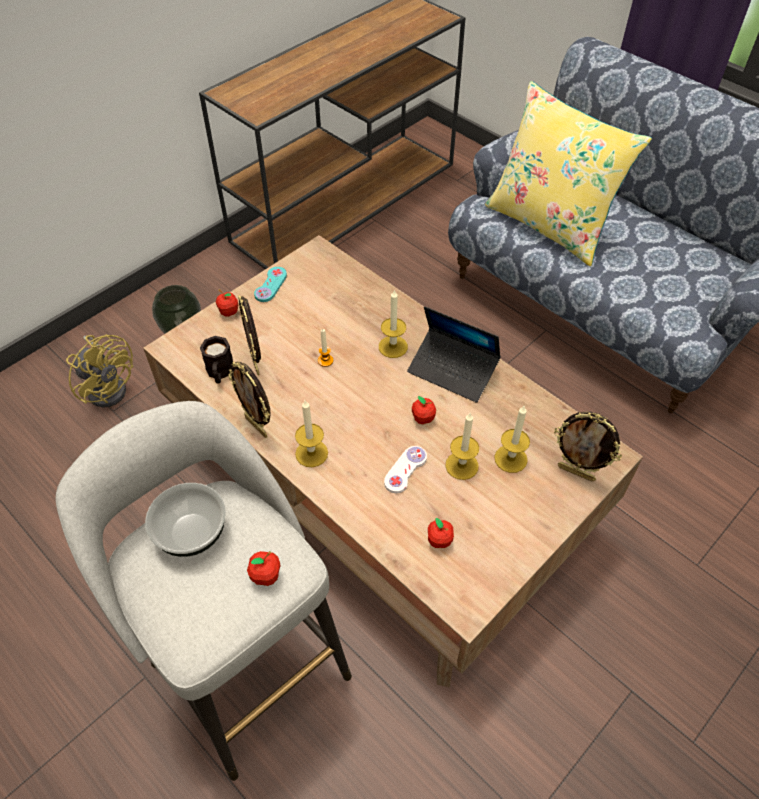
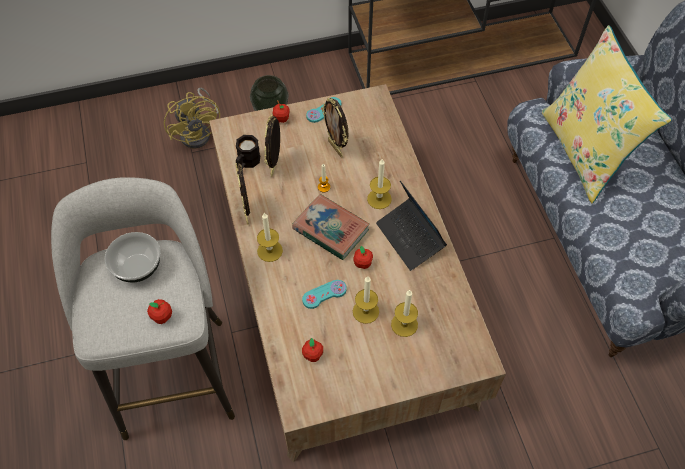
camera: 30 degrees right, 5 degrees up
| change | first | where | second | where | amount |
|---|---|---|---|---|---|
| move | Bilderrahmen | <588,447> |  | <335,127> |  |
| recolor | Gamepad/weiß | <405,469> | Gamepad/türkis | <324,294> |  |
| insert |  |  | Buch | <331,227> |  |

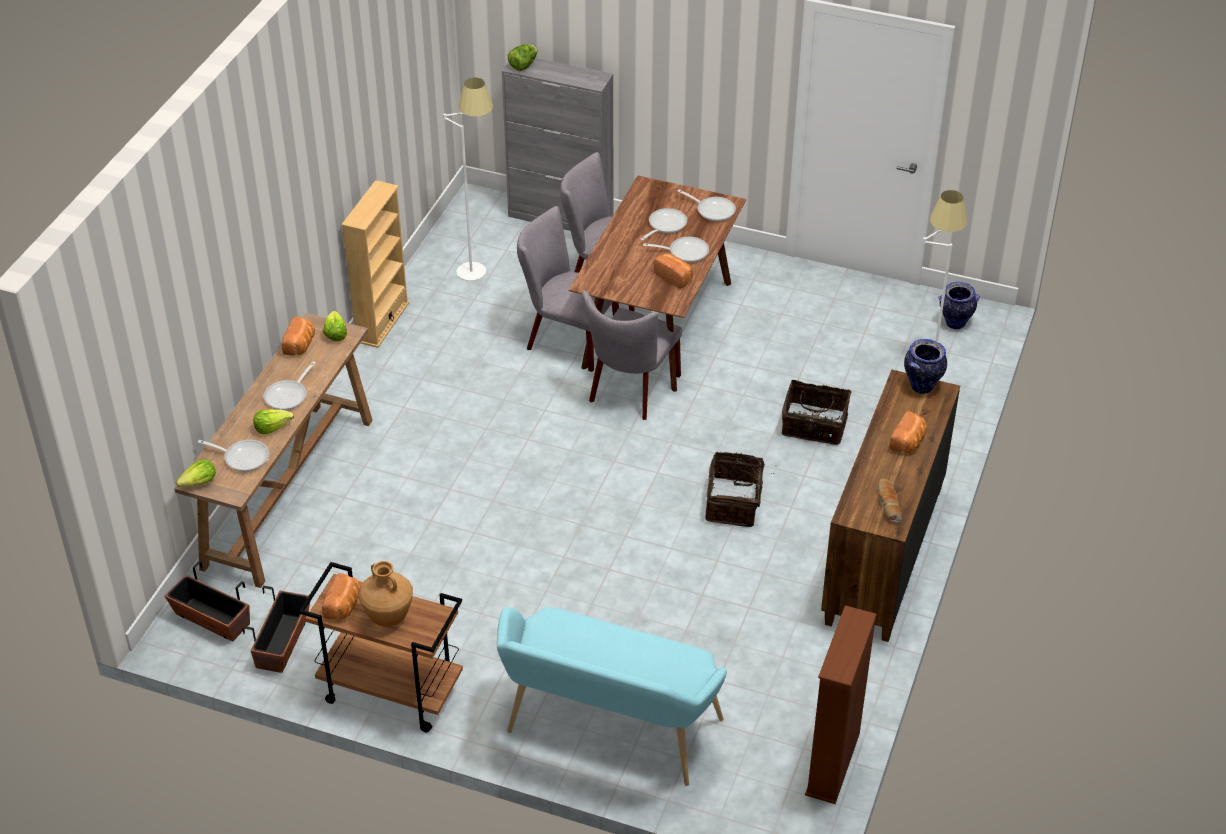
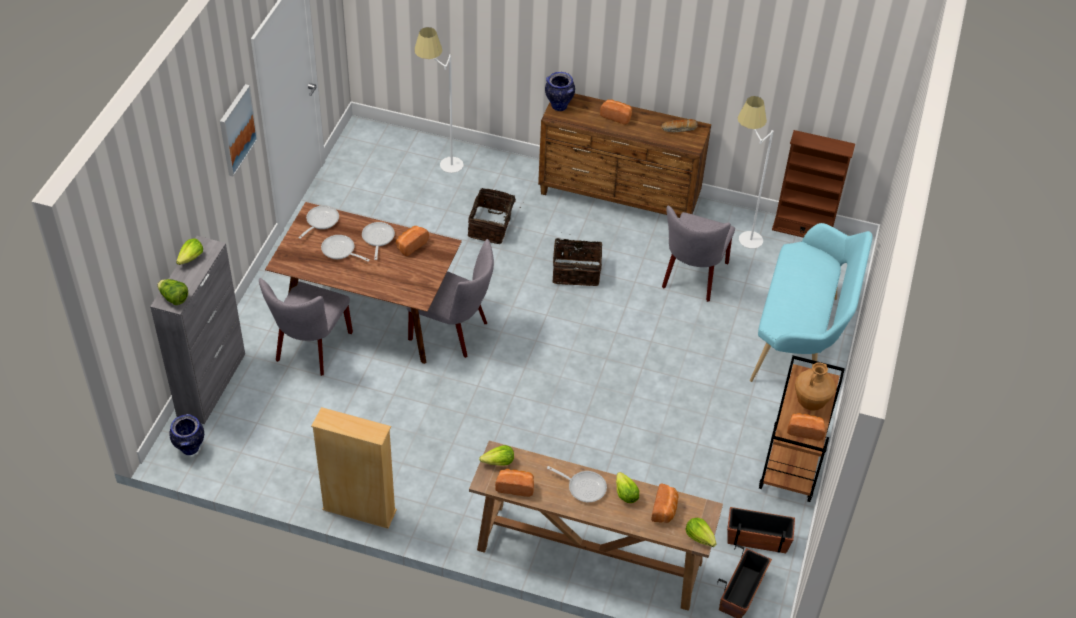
camera: 95 degrees left, 5 degrees up
| change | first | where | second | where | amount |
|---|---|---|---|---|---|
| move | Stehlampe/weiß | <468,179> |  | <755,172> |  |
| move | Stuhl/grau | <568,289> |  | <698,254> |  |
| move | Vase | <959,305> |  | <186,434> |  |
| replace | Pfanne | <233,456> | Brot | <665,503> |  |
| insert |  |  | Bild | <239,130> |  |
| insert |  |  | Salatkopf | <189,251> |  |

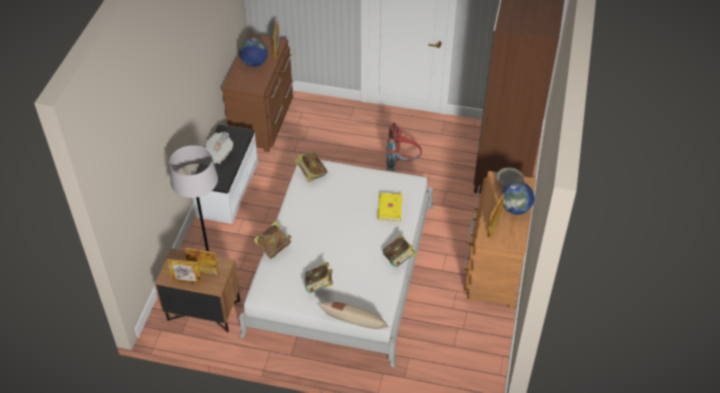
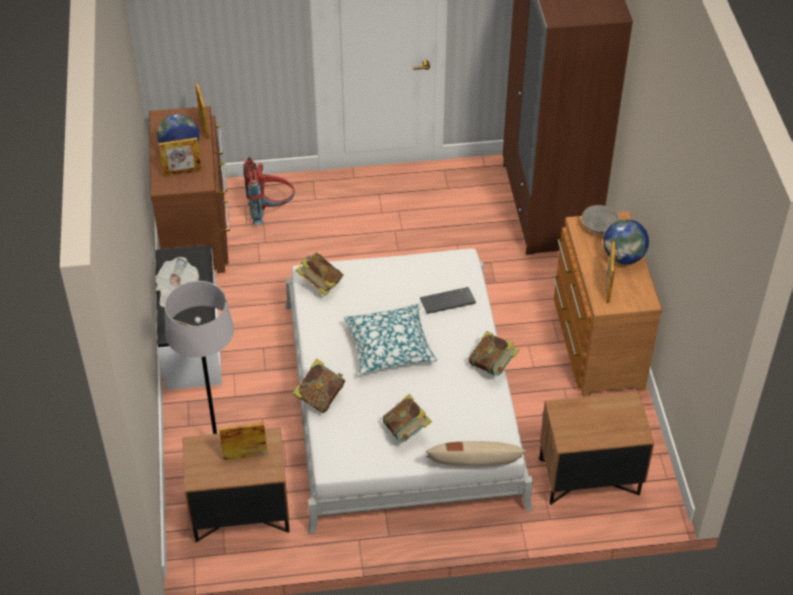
camera: 20 degrees left, 0 degrees up
| change | first | where | second | where | amount |
|---|---|---|---|---|---|
| move | Rucksack/rot | <404,146> |  | <269,191> |  |
| replace | Buch/gelb | <390,207> | Tastatur | <448,300> |  |
| move | Bilderrahmen | <184,272> |  | <180,157> |  |
| insert |  |  | Kissen | <390,339> |  |
| insert |  |  | Nachttisch/braun | <596,448> |  |

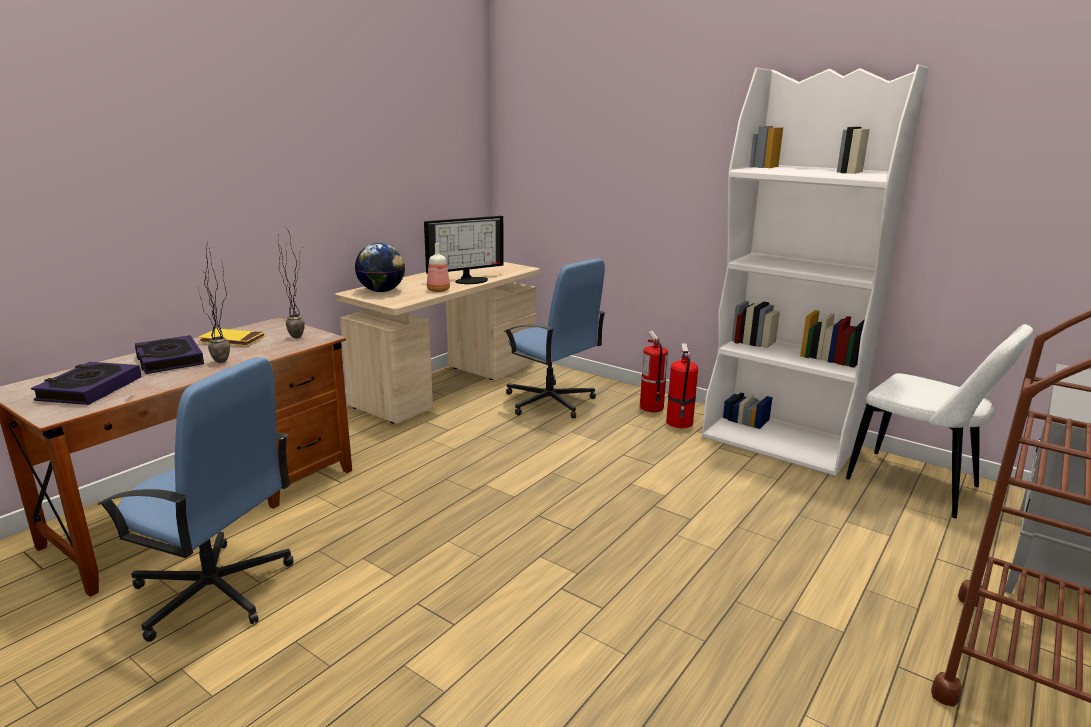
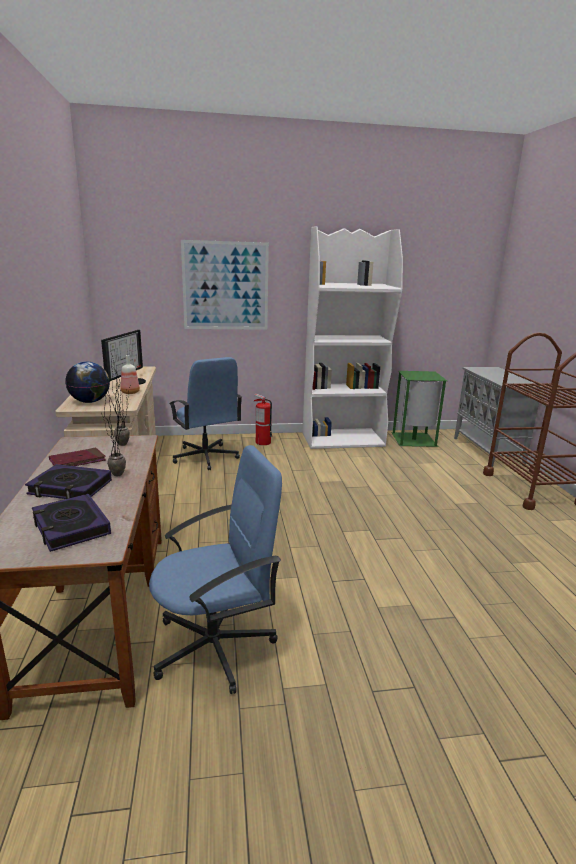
camera: 45 degrees left, 0 degrees up
| change | first | where | second | where | amount |
|---|---|---|---|---|---|
| rotate | Bürostuhl/blau | <555,338> |  | <205,413> | 60 degrees clockwise |
| replace | Stuhl/weiß | <939,421> | Mülleimer/grün | <419,409> |  |
| recolor | Buch/gelb | <231,337> | Buch/rot | <77,457> |  |
| delete | Feuerlöscher | <682,385> |  |  |  |
| insert |  |  | Bild | <225,285> |  |

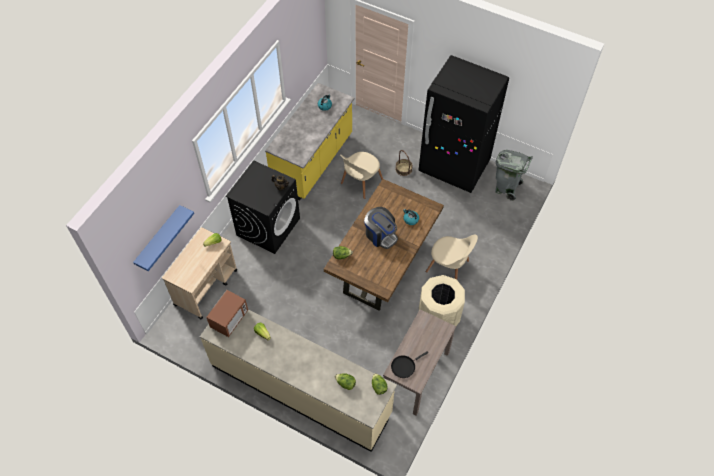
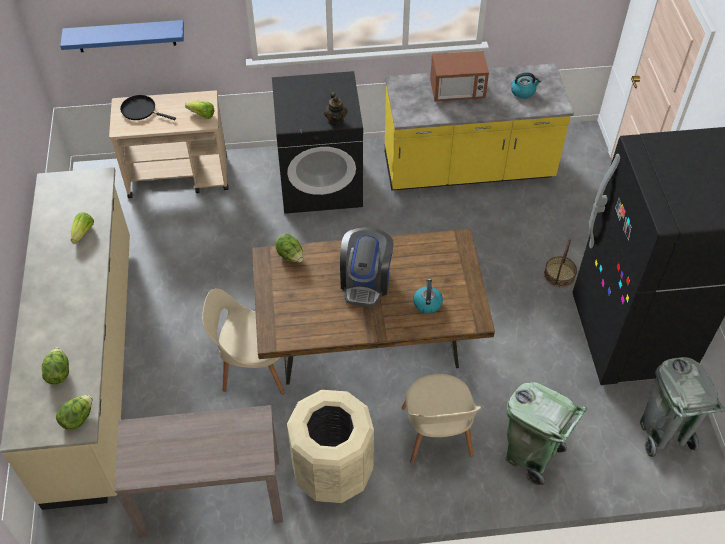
camera: 55 degrees right, 5 degrees down
| change | first | where | second | where | amount |
|---|---|---|---|---|---|
| move | Stuhl/beige | <361,175> |  | <243,341> |  |
| move | Mikrowelle | <227,313> |  | <459,76> |  |
| move | Pfanne/schwarz | <409,364> |  | <148,107> |  |
| insert |  |  | Mülleimer/grün | <546,434> |  |

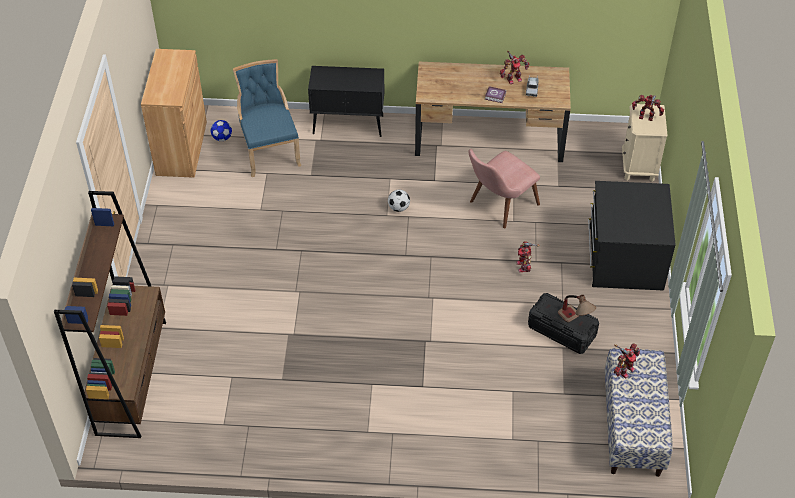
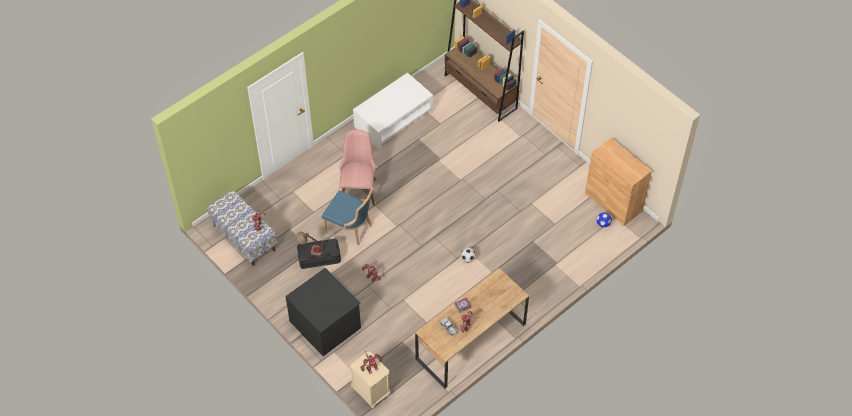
camera: 135 degrees right, 5 degrees up
| change | first | where | second | where | amount |
|---|---|---|---|---|---|
| move | Stuhl/blau | <267,118> |  | <348,216> |  |
| delete | Schrank/schwarz | <346,101> |  |  |  |
| move | Stuhl/rosa | <504,188> |  | <357,168> |  |
| insert |  |  | Couchtisch/weiß | <393,111> |  |

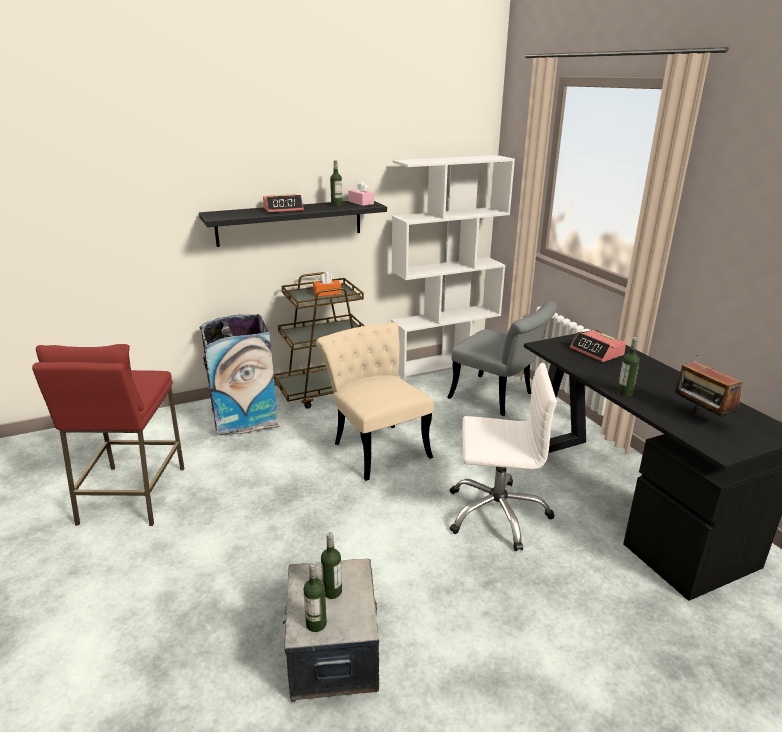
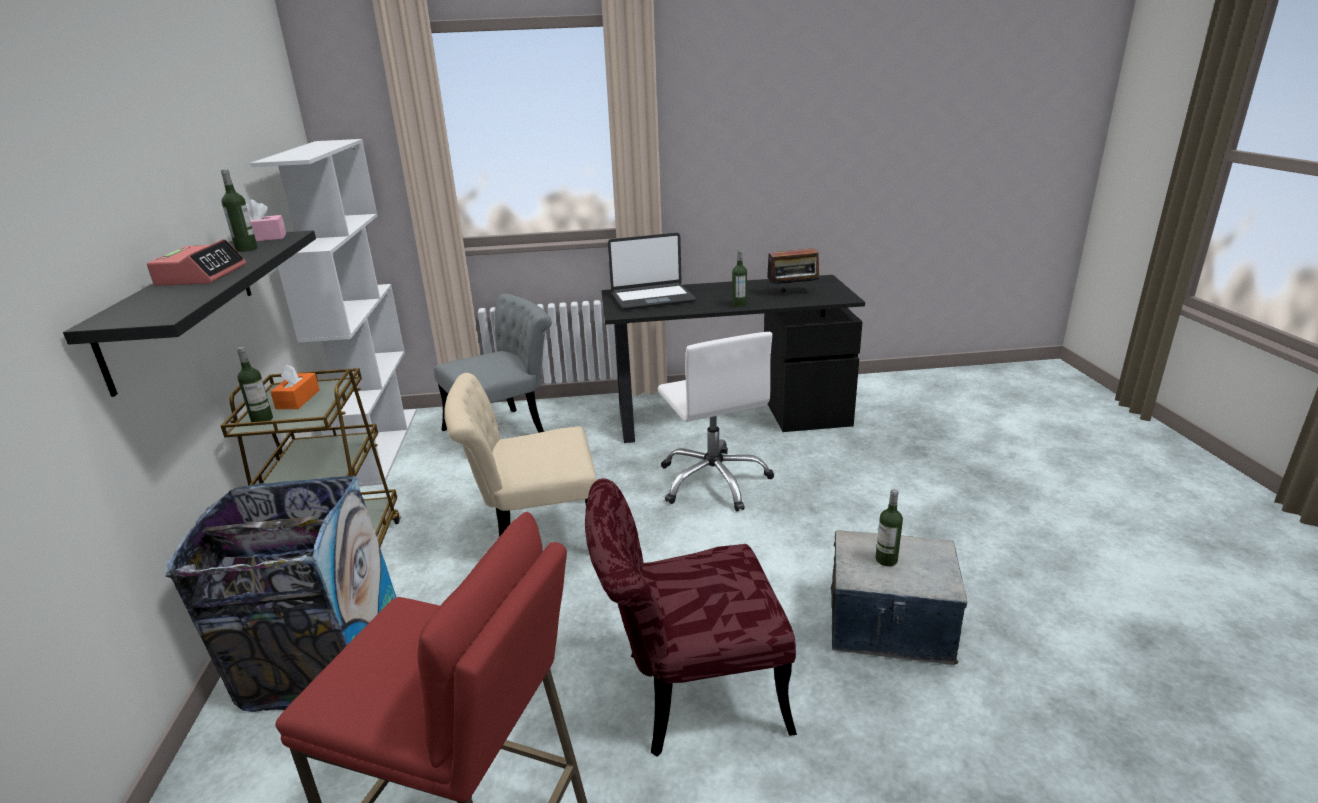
camera: 70 degrees left, 0 degrees up
| change | first | where | second | where | amount |
|---|---|---|---|---|---|
| replace | Wecker | <598,346> | Laptop | <652,271> |  |
| rotate | Bürostuhl/weiß | <503,457> |  | <716,421> | 135 degrees clockwise |
| move | Flasche | <315,597> |  | <255,384> |  |
| insert |  |  | Stuhl/rot | <691,617> |  |

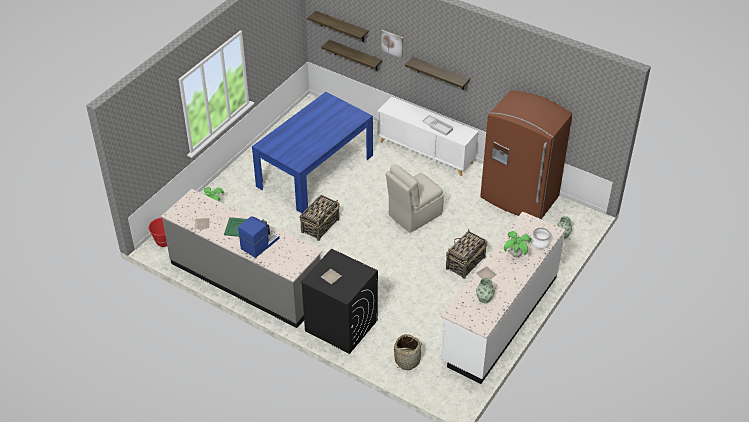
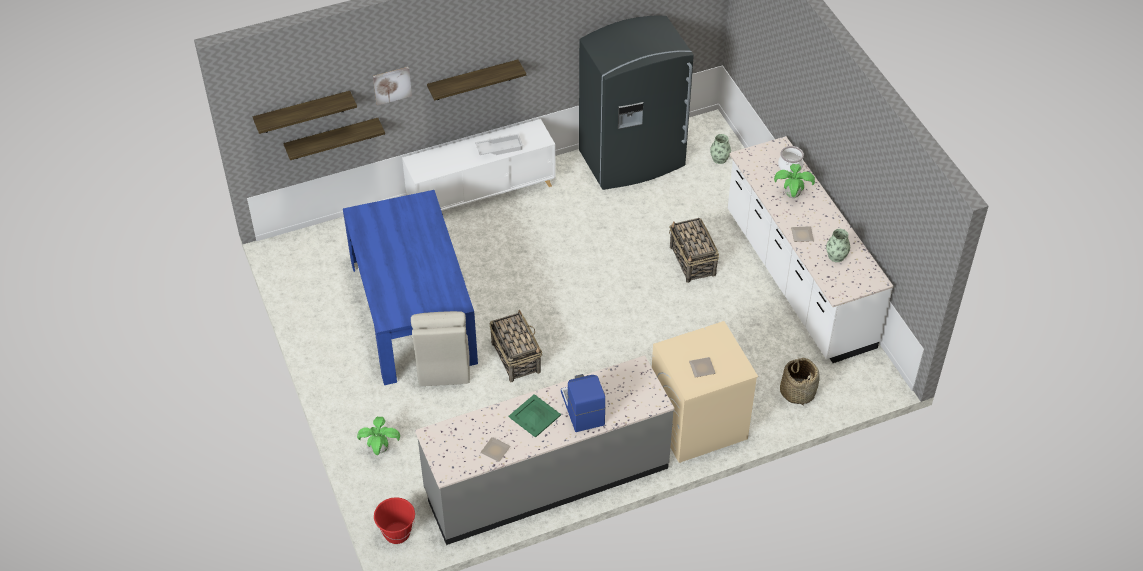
camera: 55 degrees left, 5 degrees up
| change | first | where | second | where | amount |
|---|---|---|---|---|---|
| recolor | Kühlschrank/braun | <526,154> | Kühlschrank/grau | <636,103> |  |
| move | Stuhl/beige | <415,198> |  | <440,348> |  |
| recolor | Waschmaschine/schwarz | <339,301> | Waschmaschine/beige | <705,392> |  |

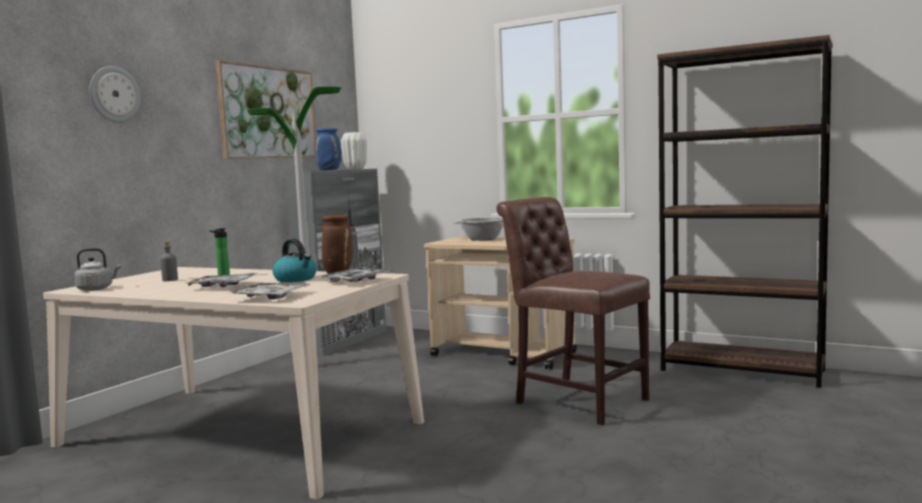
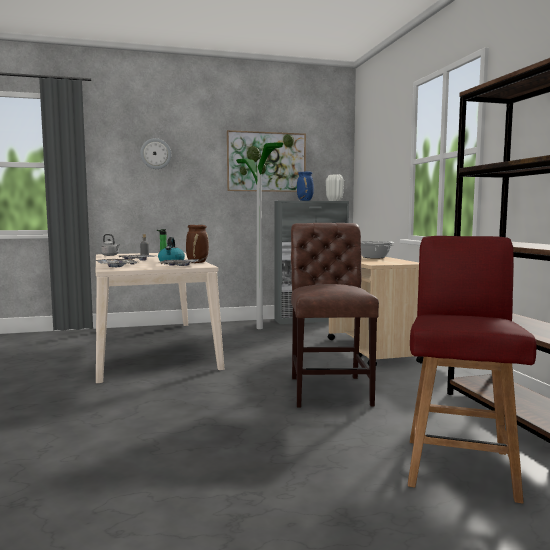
camera: 45 degrees right, 0 degrees up
| change | first | where | second | where | amount |
|---|---|---|---|---|---|
| insert |  |  | Stuhl/rot | <472,369> |  |

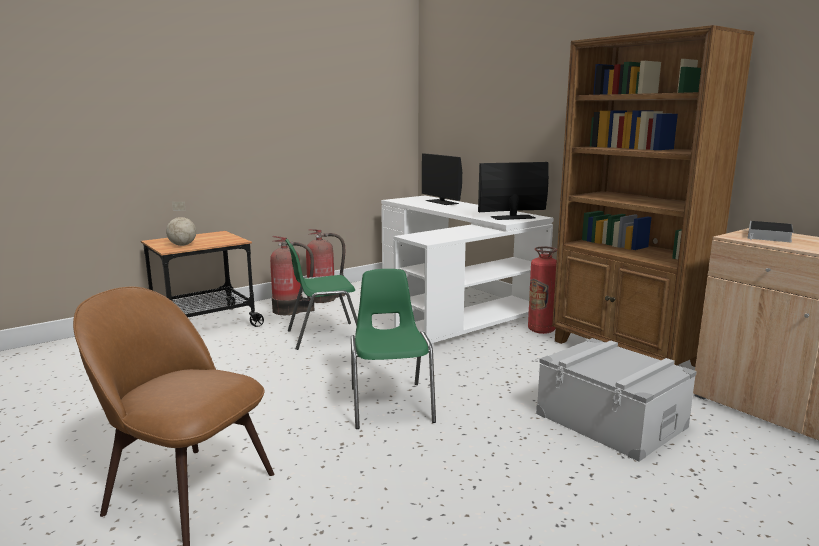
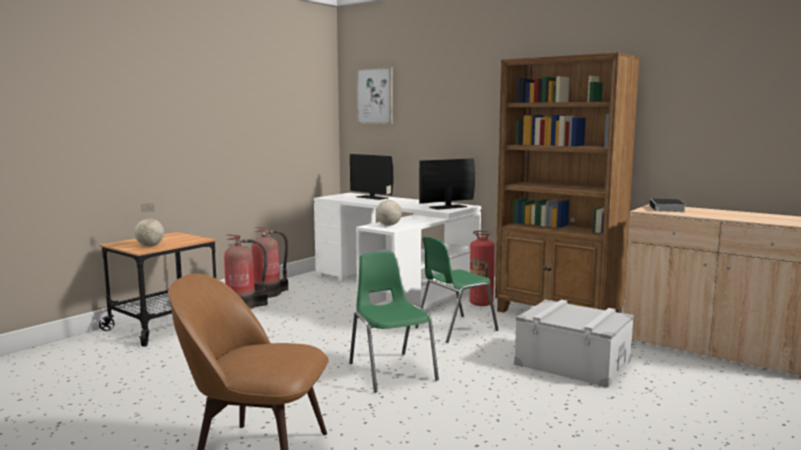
camera: 15 degrees left, 5 degrees down
| change | first | where | second | where | amount |
|---|---|---|---|---|---|
| move | Stuhl/grün | <321,294> |  | <457,290> |  |
| insert |  |  | Bild | <375,95> |  |
| insert |  |  | Globus | <389,205> |  |

